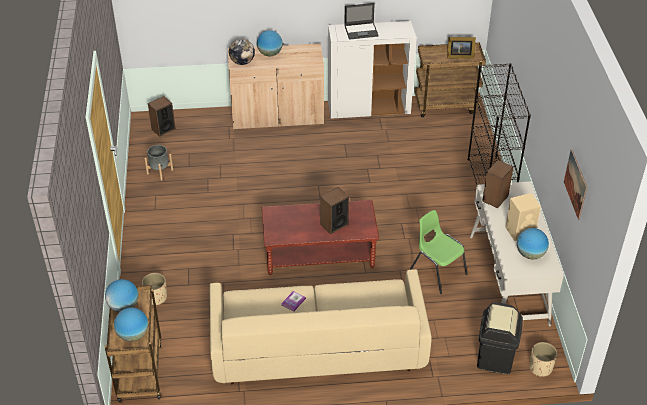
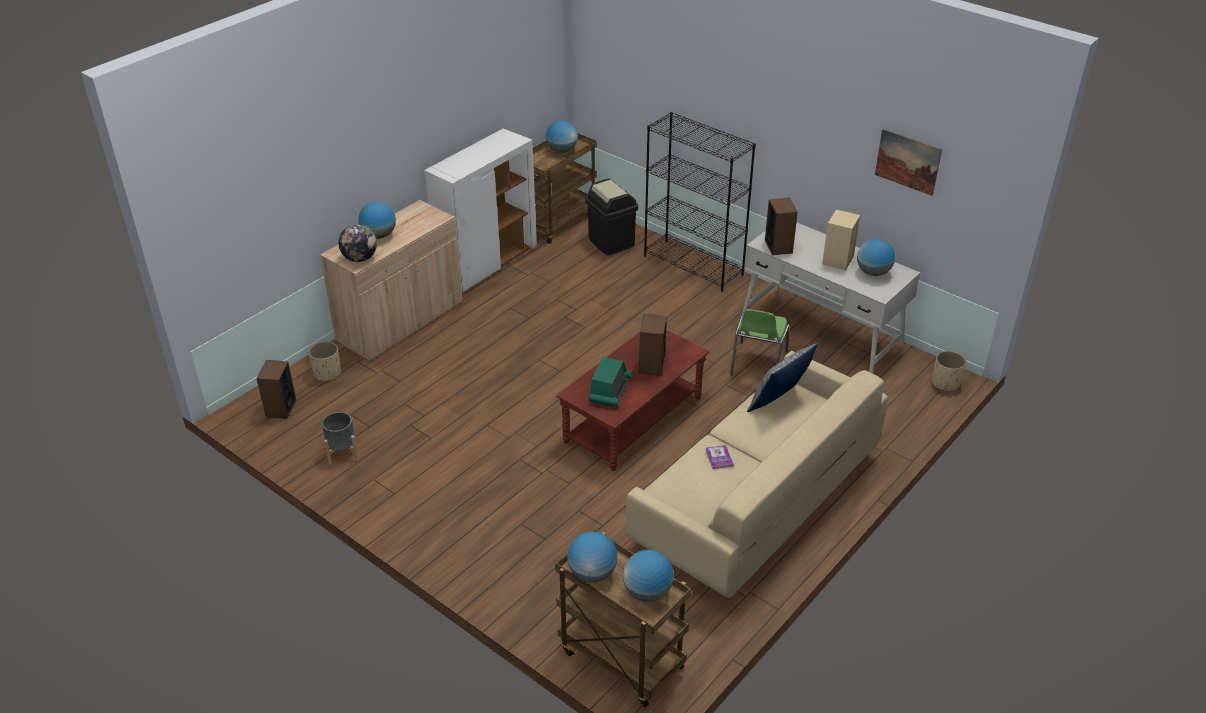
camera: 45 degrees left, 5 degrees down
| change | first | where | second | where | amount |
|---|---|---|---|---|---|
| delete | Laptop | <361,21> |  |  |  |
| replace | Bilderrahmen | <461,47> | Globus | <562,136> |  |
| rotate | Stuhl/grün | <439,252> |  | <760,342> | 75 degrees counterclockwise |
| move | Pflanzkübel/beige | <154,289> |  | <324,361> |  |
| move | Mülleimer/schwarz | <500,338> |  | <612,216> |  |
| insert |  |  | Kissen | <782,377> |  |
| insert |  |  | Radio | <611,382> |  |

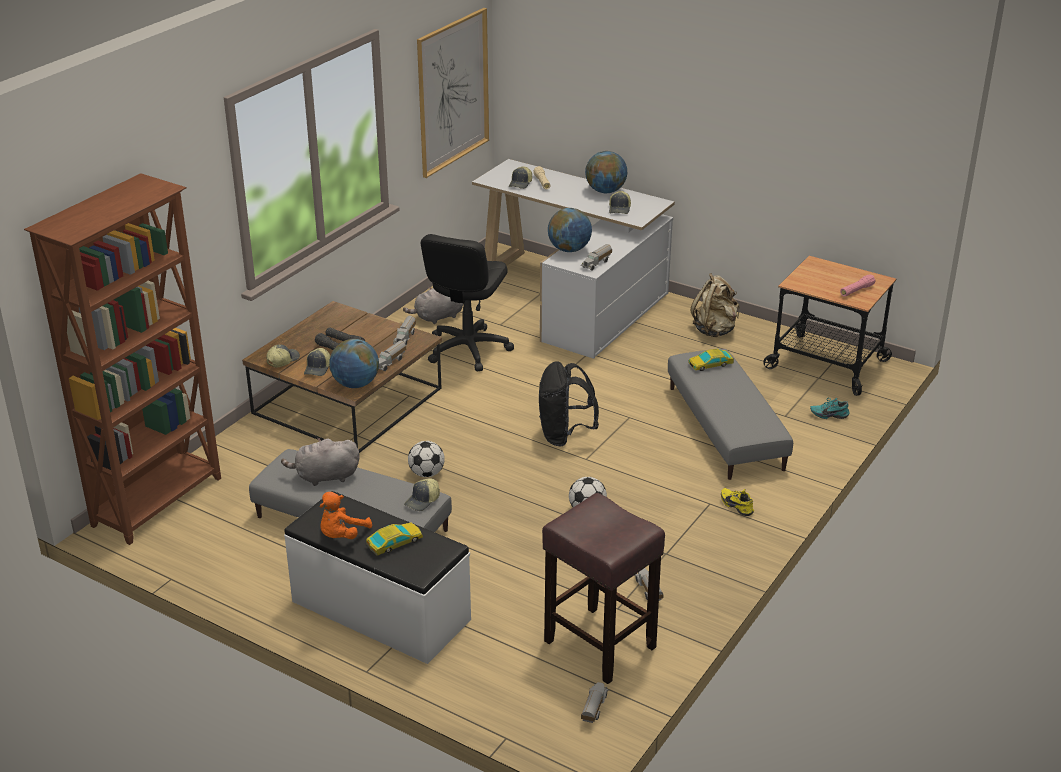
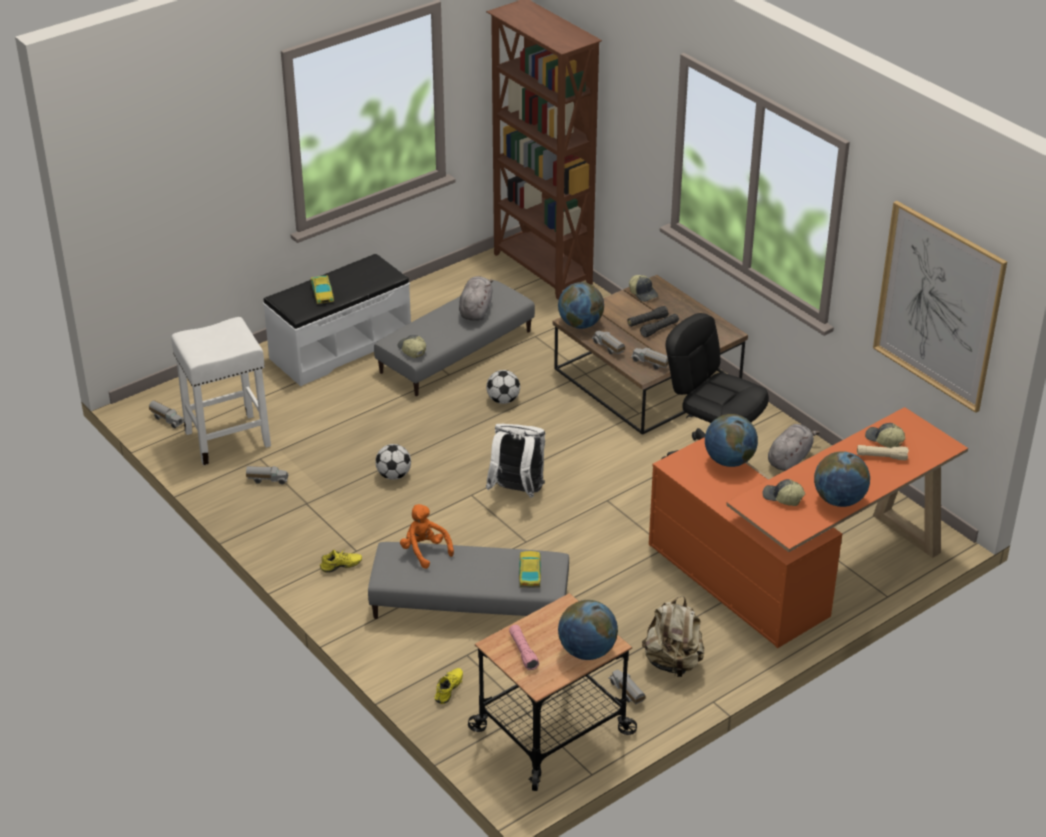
camera: 110 degrees right, 5 degrees up
| change | first | where | second | where | amount |
|---|---|---|---|---|---|
| recolor | Schreibtisch/weiß | <573,259> | Schreibtisch/orange | <808,527> |  |
| move | Spielzeuglaster | <596,257> |  | <627,687> |  |
| rotate | Plüschtier/grau | <433,305> |  | <794,447> | 45 degrees clockwise |
| delete | Kappe | <317,362> |  |  |  |
| recolor | Rucksack/schwarz | <569,404> | Rucksack/weiß | <515,461> |  |
| recolor | Schuh/türkis | <830,408> | Schuh/gelb | <449,686> |  |
| move | Plüschtier/orange | <345,515> |  | <427,536> |  |
| recolor | Hocker/braun | <603,588> | Hocker/weiß | <221,391> |  |
| insert |  |  | Globus | <588,630> |  |

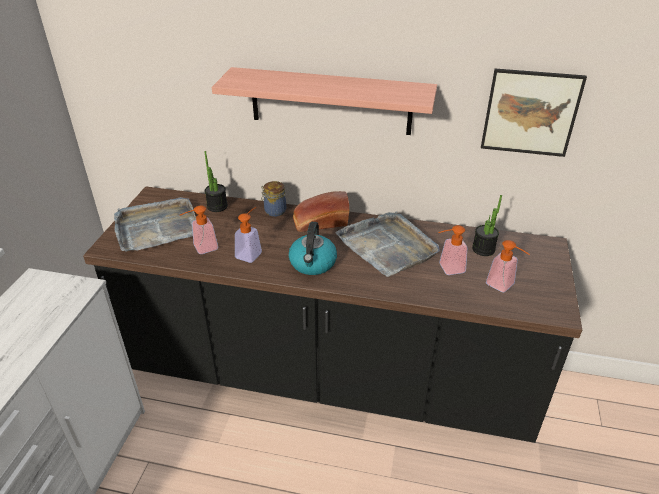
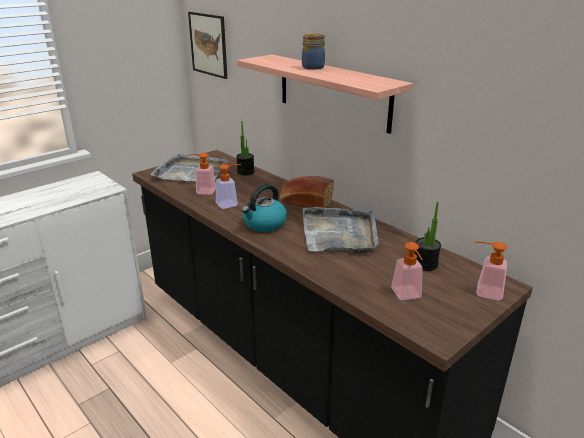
camera: 35 degrees right, 10 degrees down
| change | first | where | second | where | amount |
|---|---|---|---|---|---|
| move | Bild | <534,113> |  | <207,45> |  |
| move | Vorratsglas | <273,199> |  | <313,51> |  |
| move | Seifenspender | <452,250> |  | <490,271> |  |

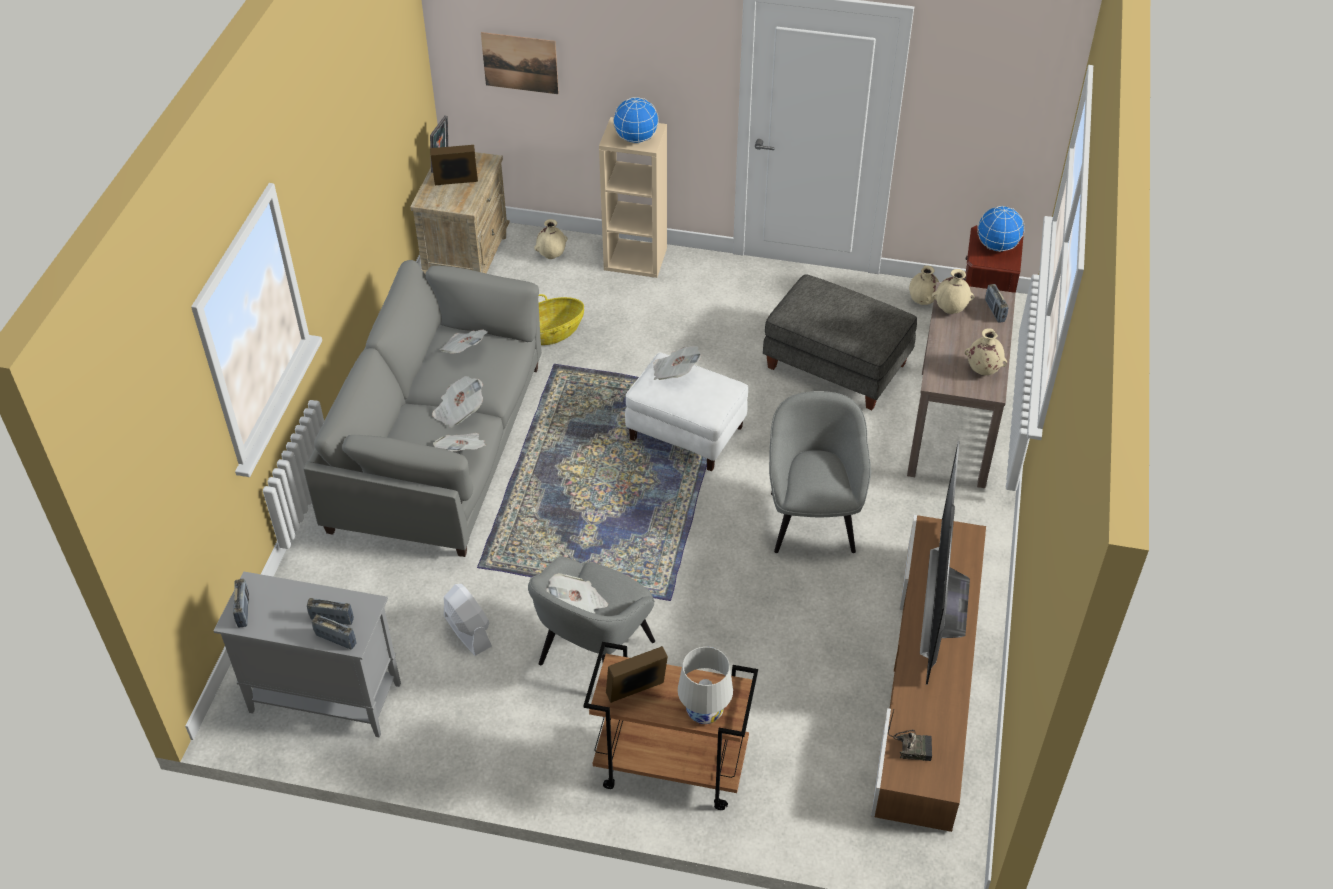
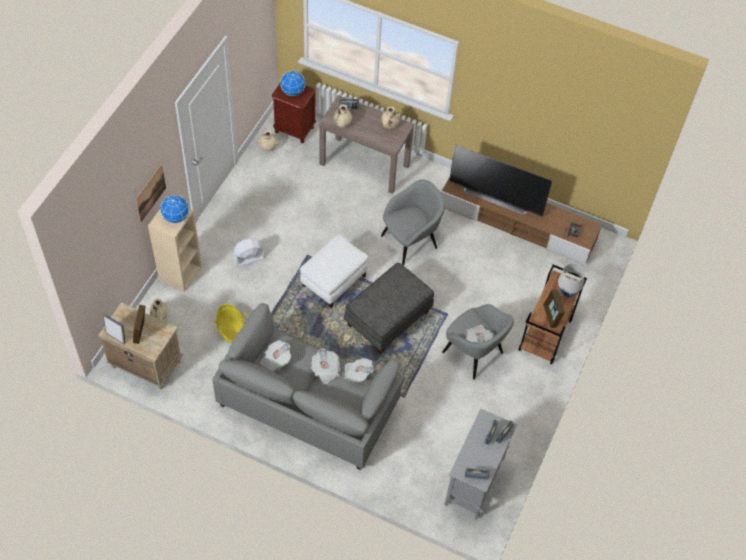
camera: 80 degrees left, 10 degrees up
| change | first | where | second | where | amount |
|---|---|---|---|---|---|
| move | Bild | <520,63> |  | <151,193> |  |
| move | Polsterhocker/grau | <840,342> |  | <389,308> |  |
| delete | Zeitung | <677,363> |  |  |  |
| rotate | Sessel/grau | <820,472> |  | <413,222> | 135 degrees clockwise |
| move | Ventilator/weiß | <468,620> |  | <249,252> |  |

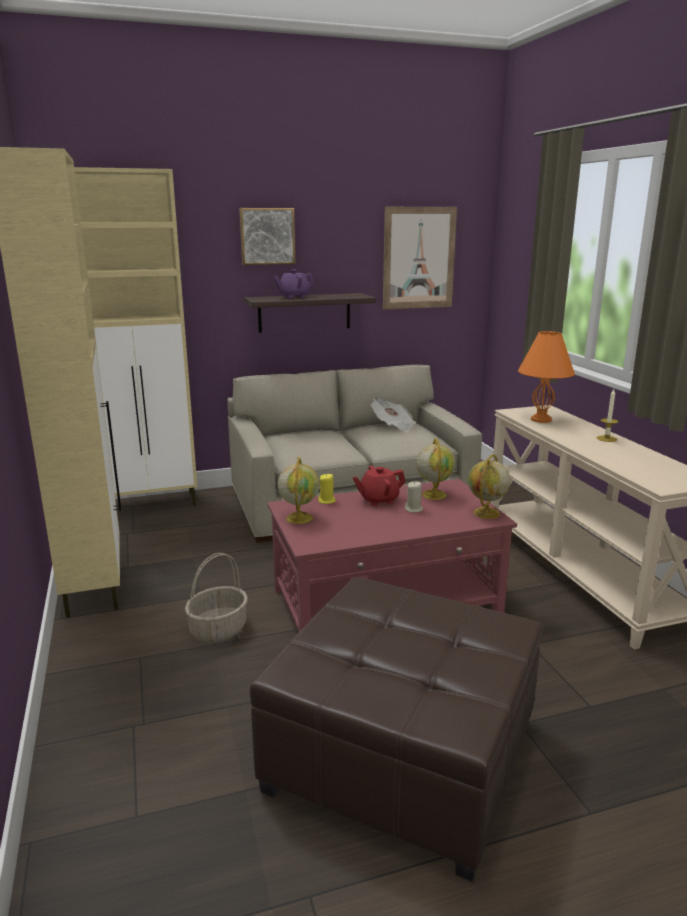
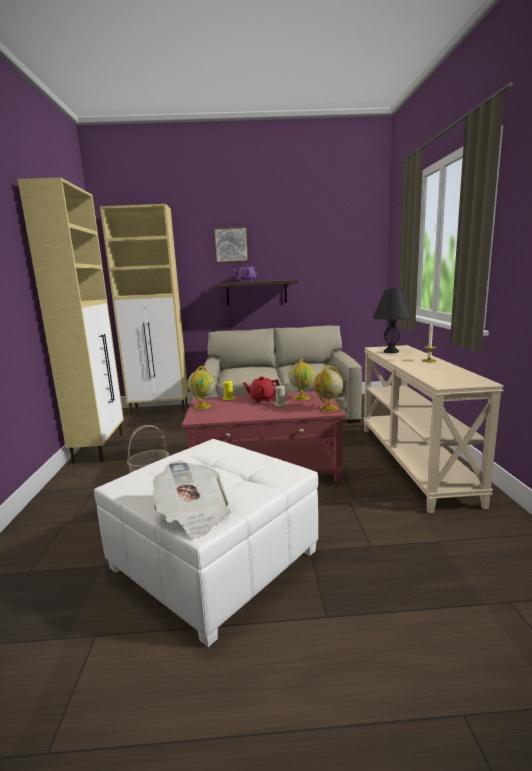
camera: 15 degrees right, 5 degrees down
| change | first | where | second | where | amount |
|---|---|---|---|---|---|
| delete | Bild | <420,258> |  |  |  |
| recolor | Tischlampe/orange | <546,377> | Tischlampe/schwarz | <393,320> |  |
| move | Zeitung | <393,415> |  | <191,499> |  |
| recolor | Polsterhocker/braun | <396,729> | Polsterhocker/weiß | <206,543> |  |

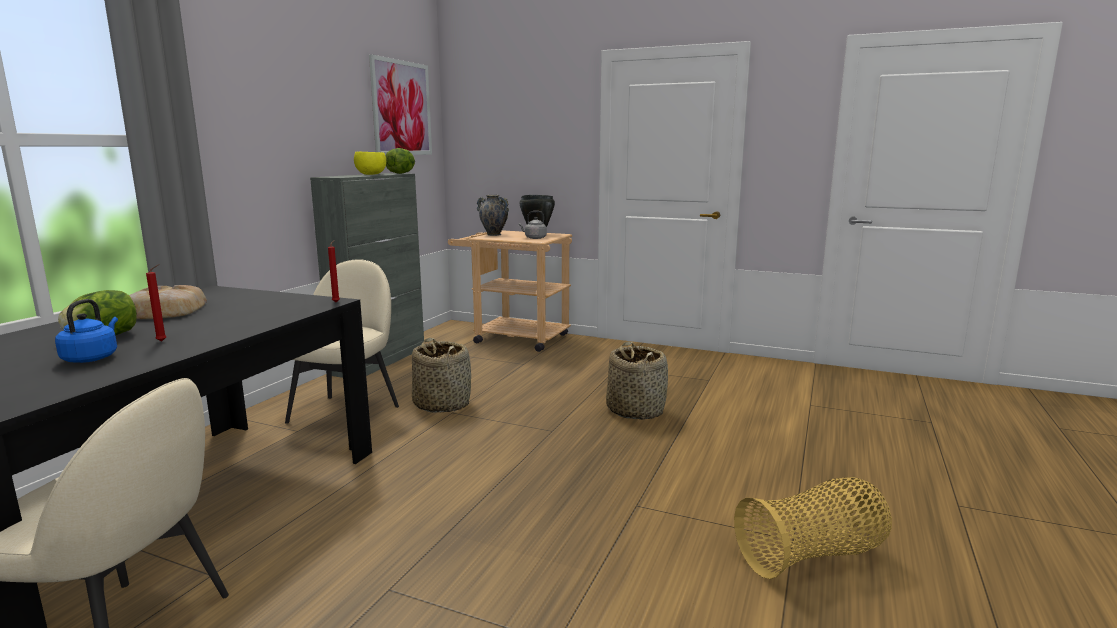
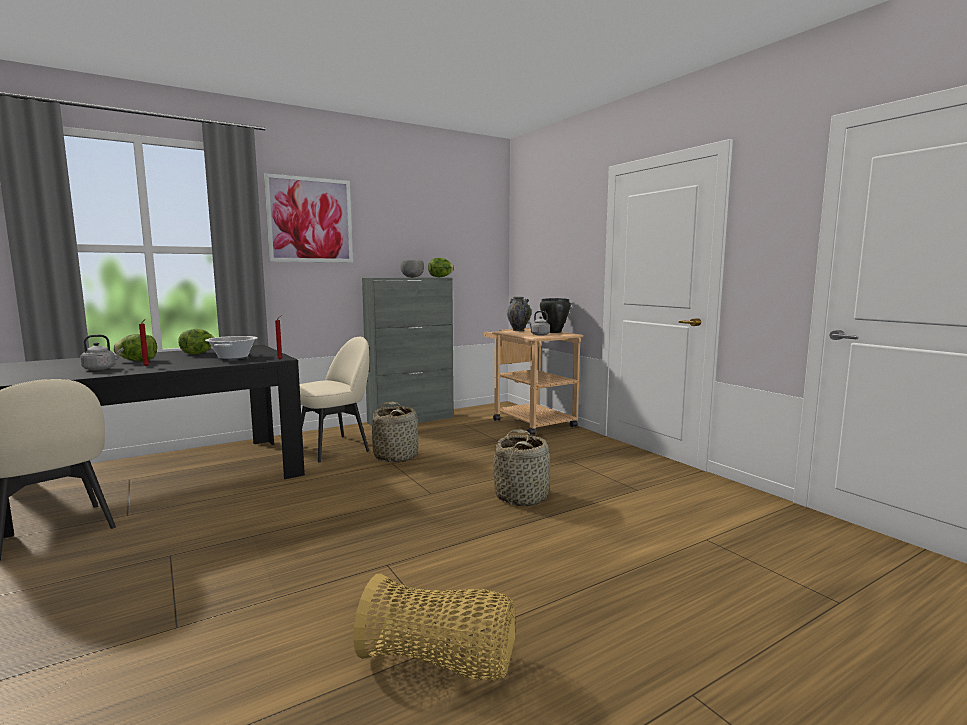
camera: 35 degrees right, 5 degrees down
| change | first | where | second | where | amount |
|---|---|---|---|---|---|
| move | Bild | <400,104> |  | <308,218> |  |
| recolor | Schüssel/gelb | <370,163> | Schüssel/grau | <412,268> |  |
| replace | Brot | <168,302> | Salatkopf | <196,341> |  |
| recolor | Wasserkessel/blau | <86,331> | Wasserkessel/grau | <102,352> |  |
| insert |  |  | Kochtopf | <231,347> |  |

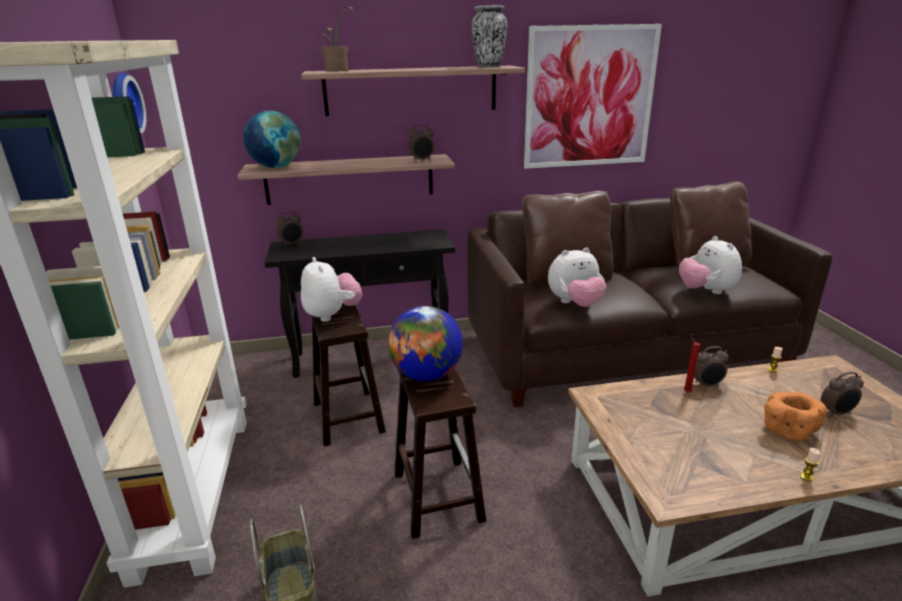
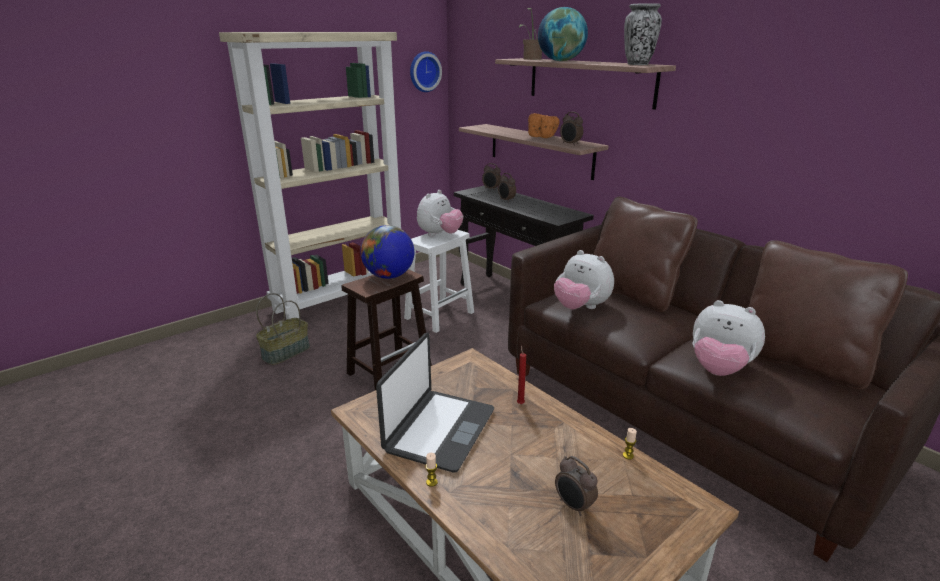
camera: 60 degrees right, 0 degrees up
| change | first | where | second | where | amount |
|---|---|---|---|---|---|
| delete | Bild | <593,96> |  |  |  |
| move | Globus | <272,139> |  | <563,34> |  |
| rotate | Plüschtier | <710,265> |  | <729,338> | 105 degrees counterclockwise |
| recolor | Hocker/braun | <348,374> | Hocker/weiß | <439,281> |  |
| move | Wecker | <711,367> |  | <507,187> |  |
| move | Schüssel/orange | <795,417> |  | <543,125> |  |
| insert |  |  | Laptop | <435,402> |  |

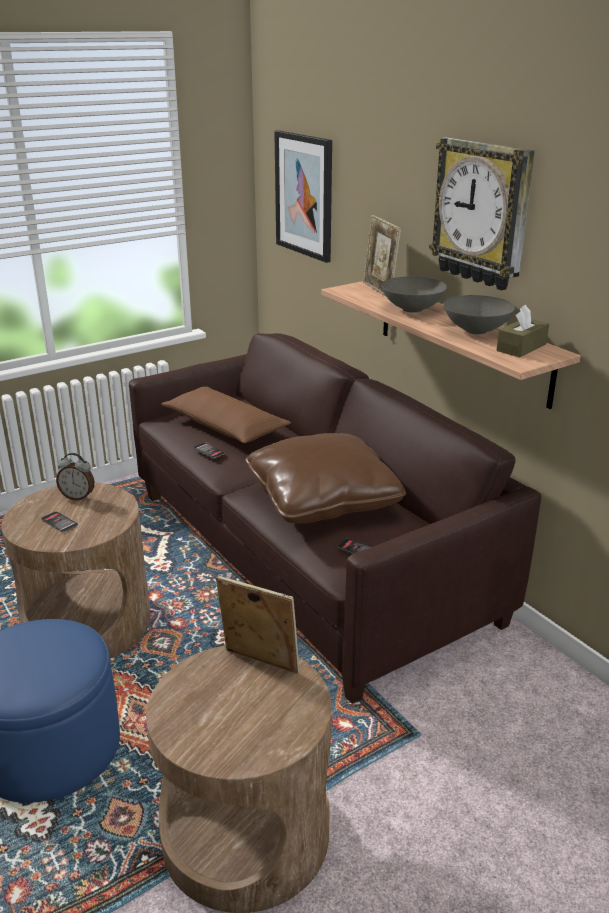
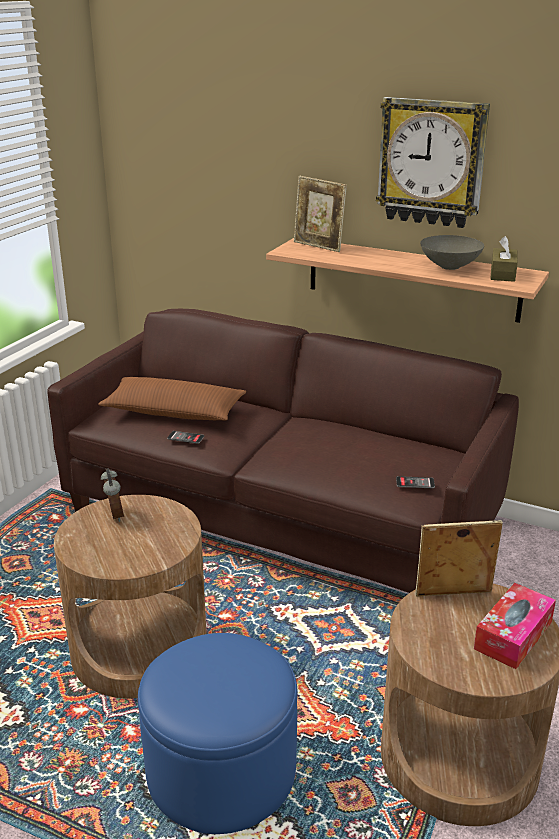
camera: 30 degrees left, 0 degrees up
| change | first | where | second | where | amount |
|---|---|---|---|---|---|
| delete | Bild | <303,196> |  |  |  |
| delete | Schüssel/grau | <414,294> |  |  |  |
| delete | Kissen/braun | <325,478> |  |  |  |
| rotate | Wecker | <75,476> |  | <112,495> | 90 degrees counterclockwise |
| delete | Handy | <59,522> |  |  |  |
| insert |  |  | Taschentuchbox | <515,626> |  |

